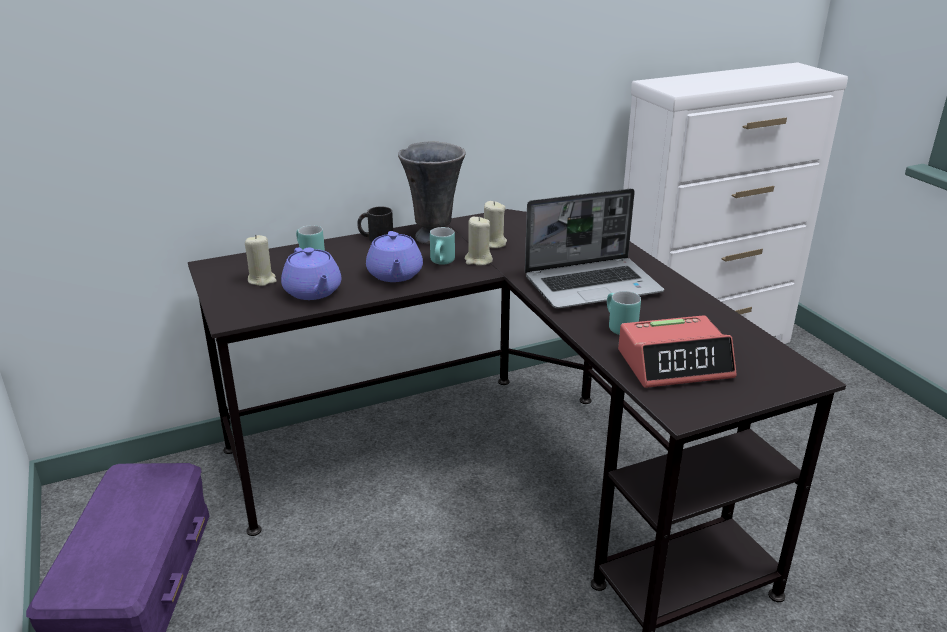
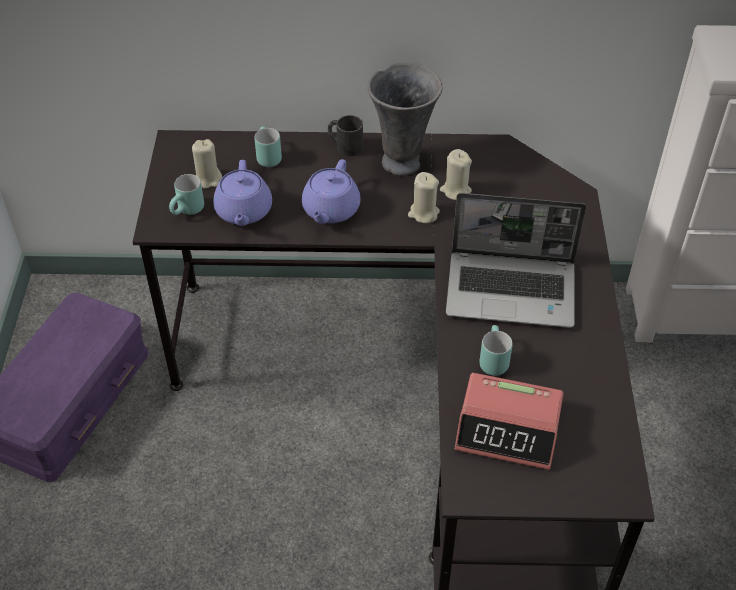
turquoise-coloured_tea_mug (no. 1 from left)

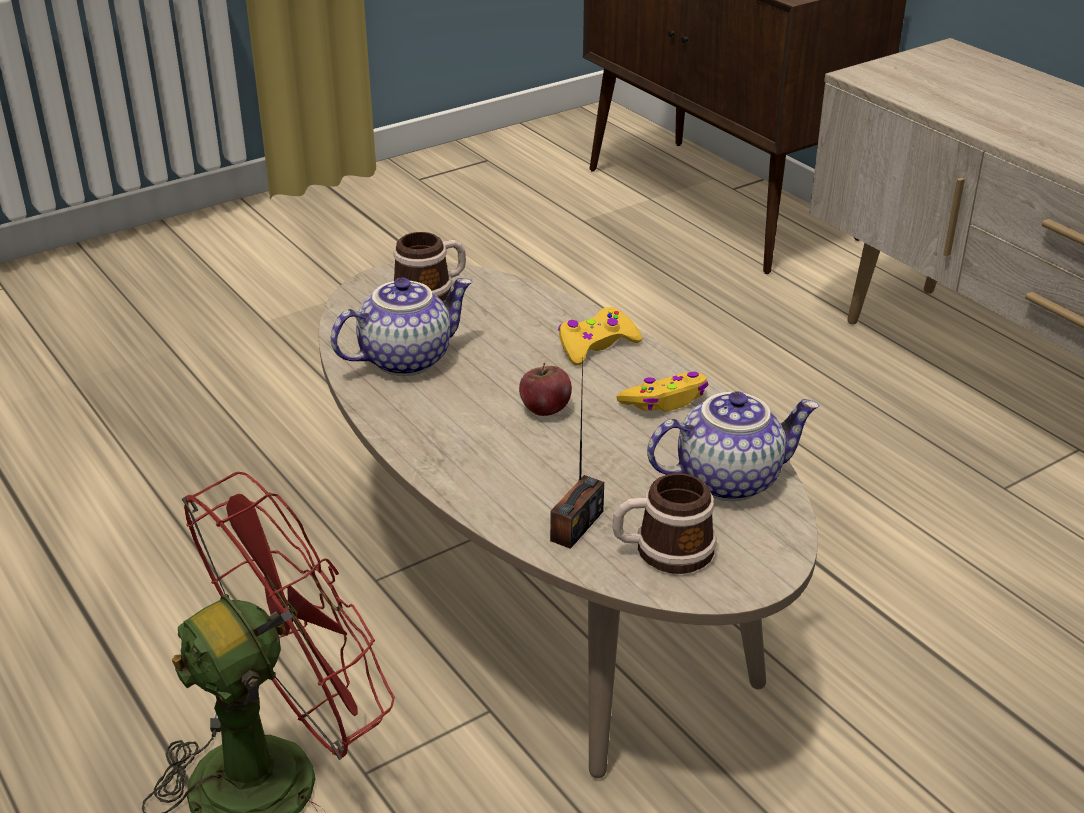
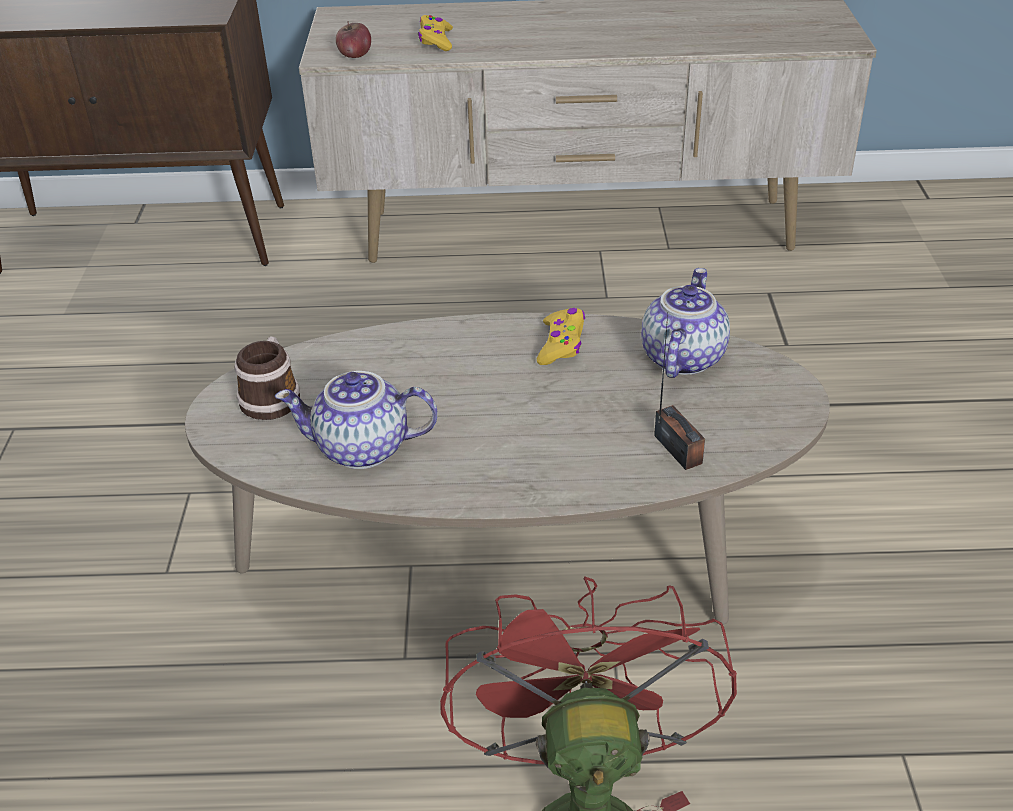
tea_mug (no. 2 from left in the first image)
whole_apple
yellowish_game_controller (no. 1 from left)
teapot (no. 1 from left)

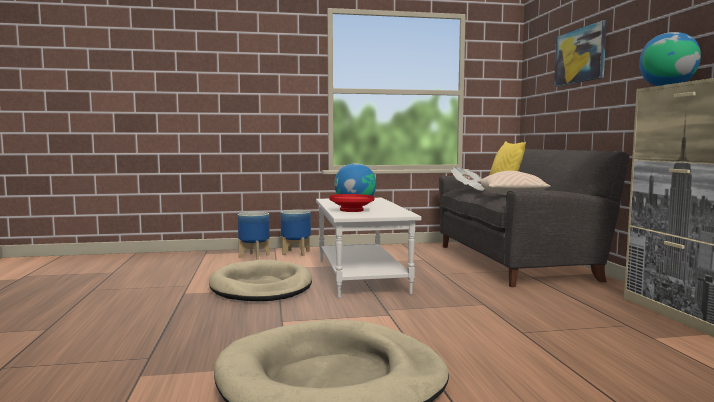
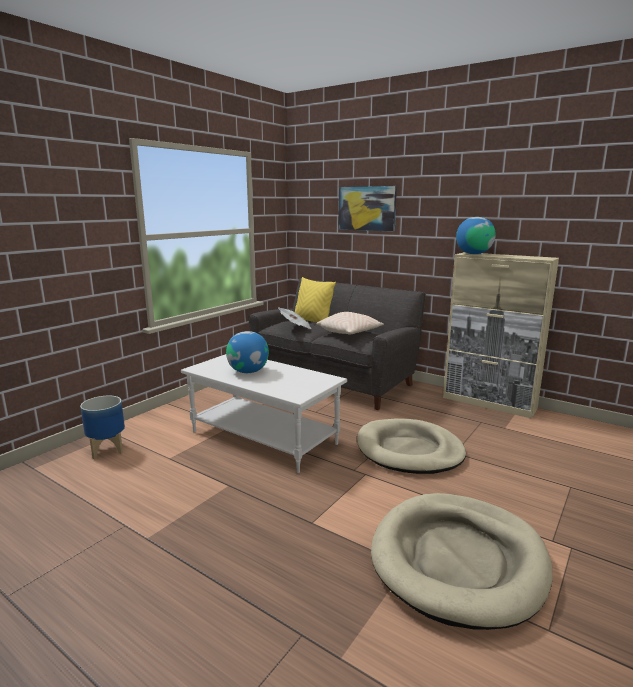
plant_pot (no. 2 from left in the first image)
red_bowl
sand-coloured_dog_cushion (no. 1 from left)

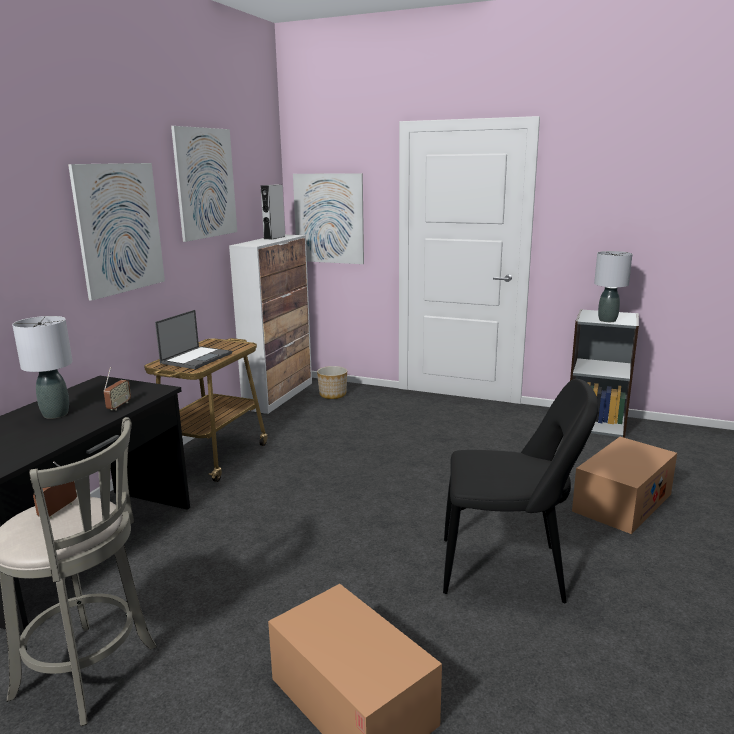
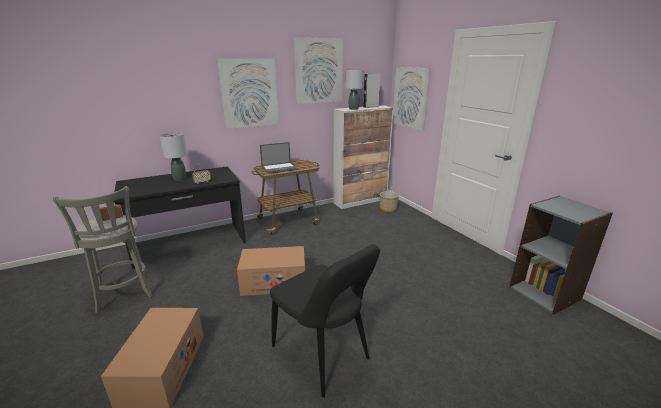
packing_box (no. 2 from left)
grey_lamp_for_a_table (no. 2 from left)

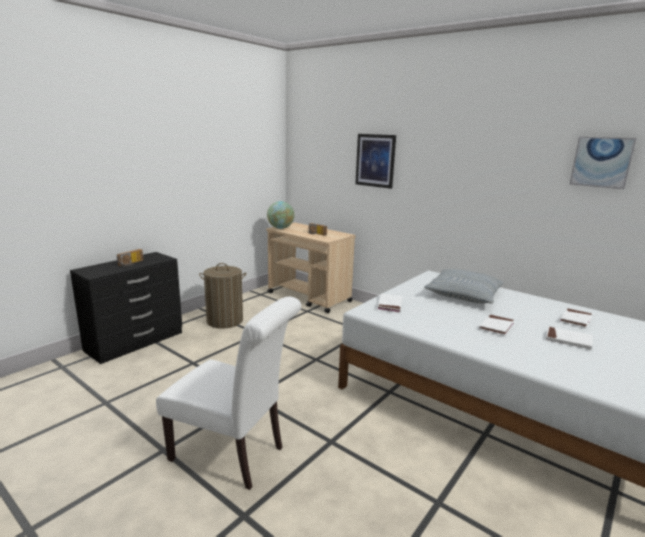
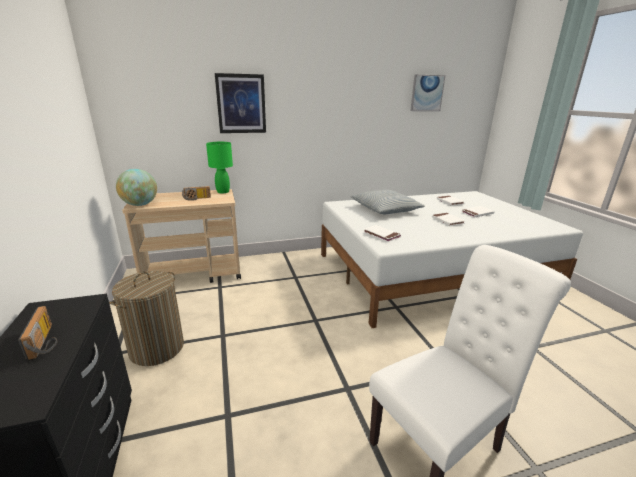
green_lamp_for_a_table

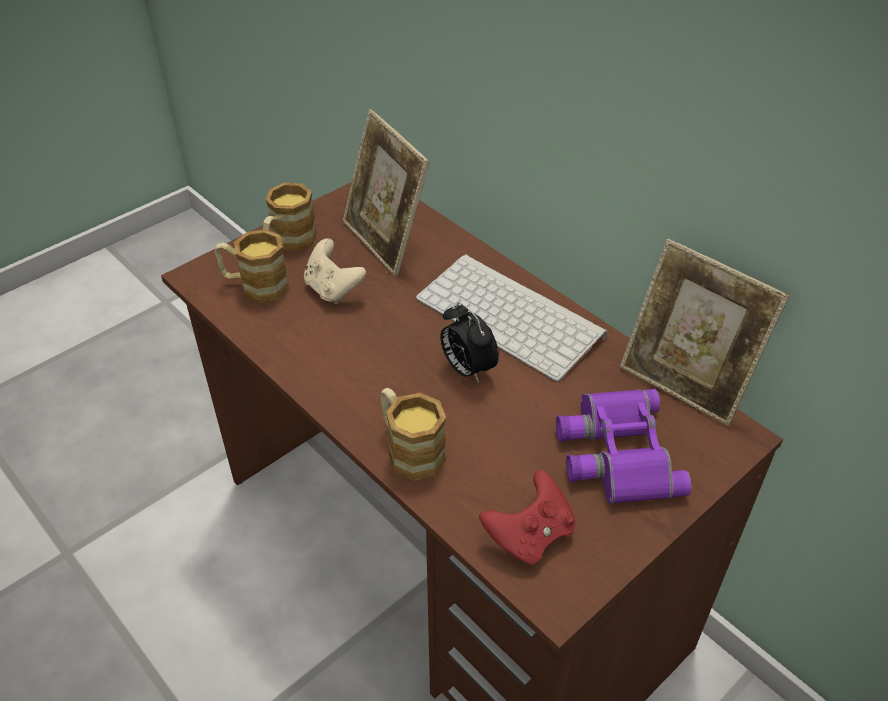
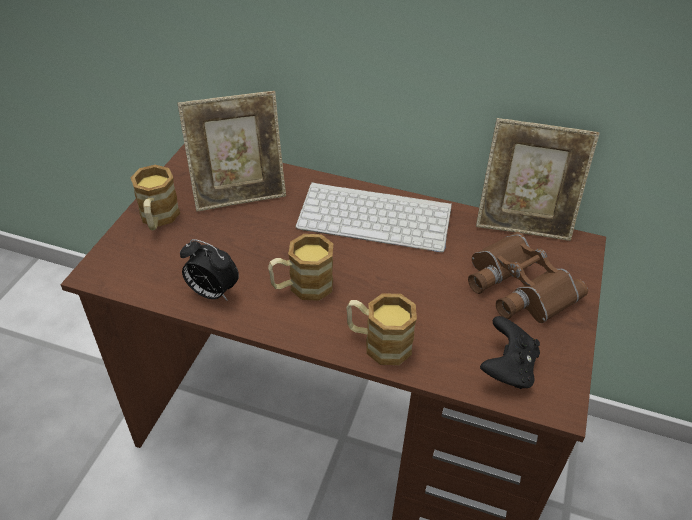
sand-coloured_game_controller
tea_mug (no. 2 from left)
bedside_clock
black_game_controller
brown-coloured_pair_of_binoculars
picture_frame (no. 1 from left)

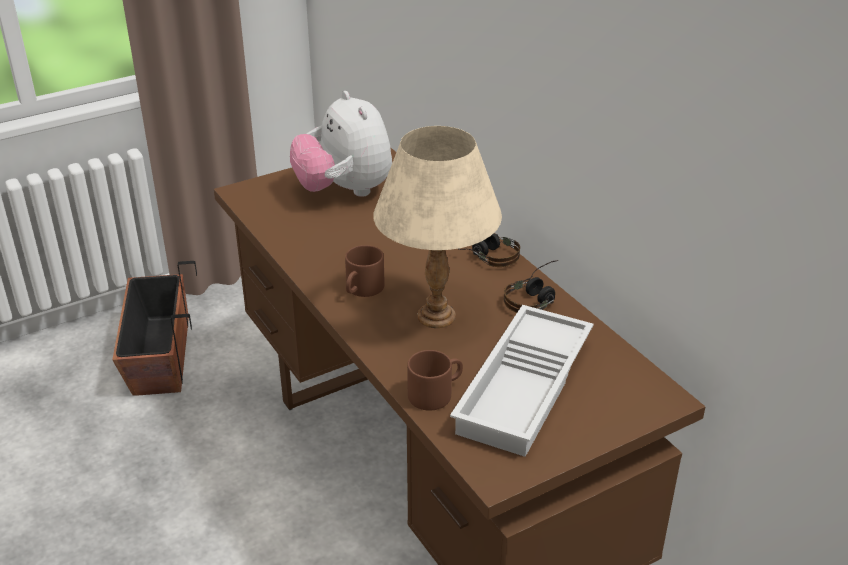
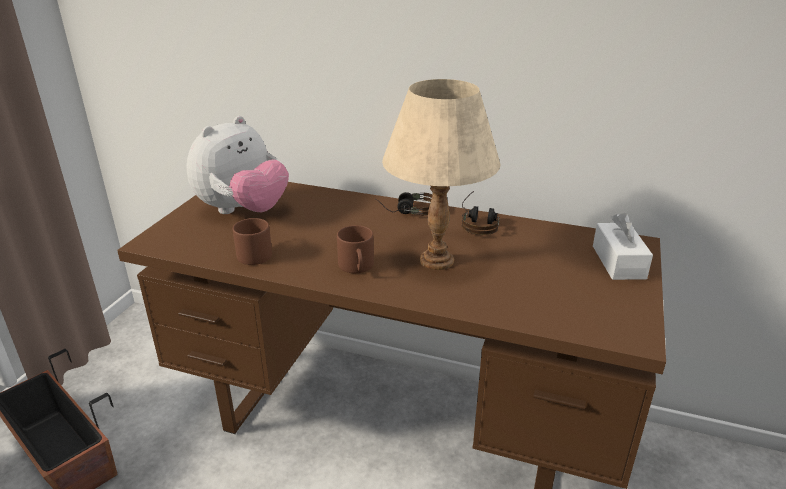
whitish_carrying_tray
whitish_tissue_box
brown-coloured_tea_mug (no. 1 from left)
cuddly_toy

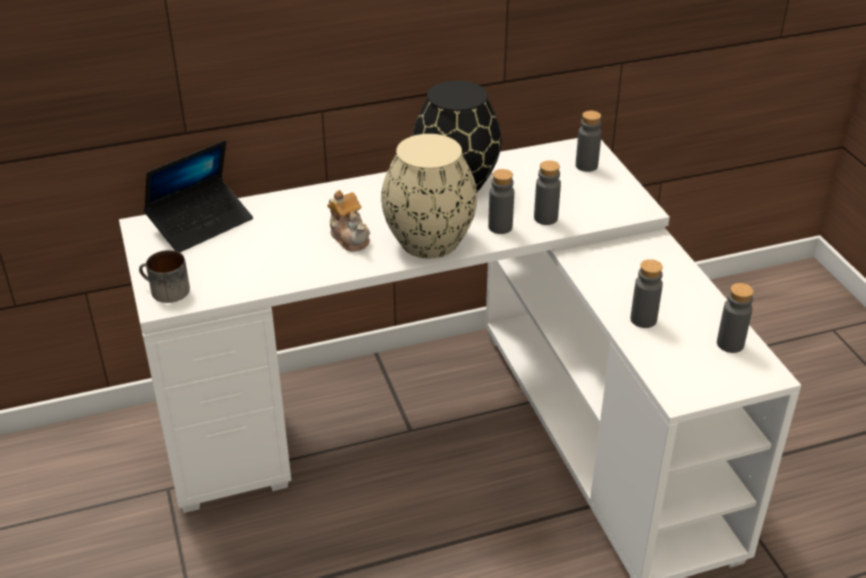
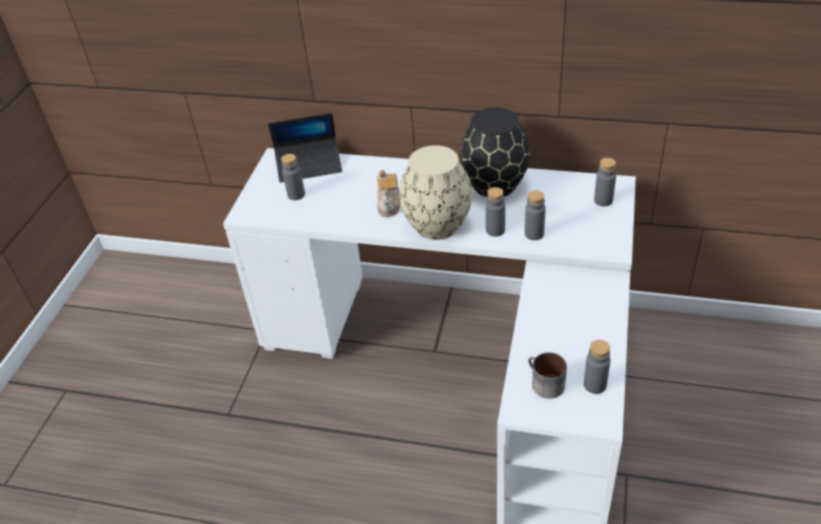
tea_mug
grey_drink_bottle (no. 1 from left)

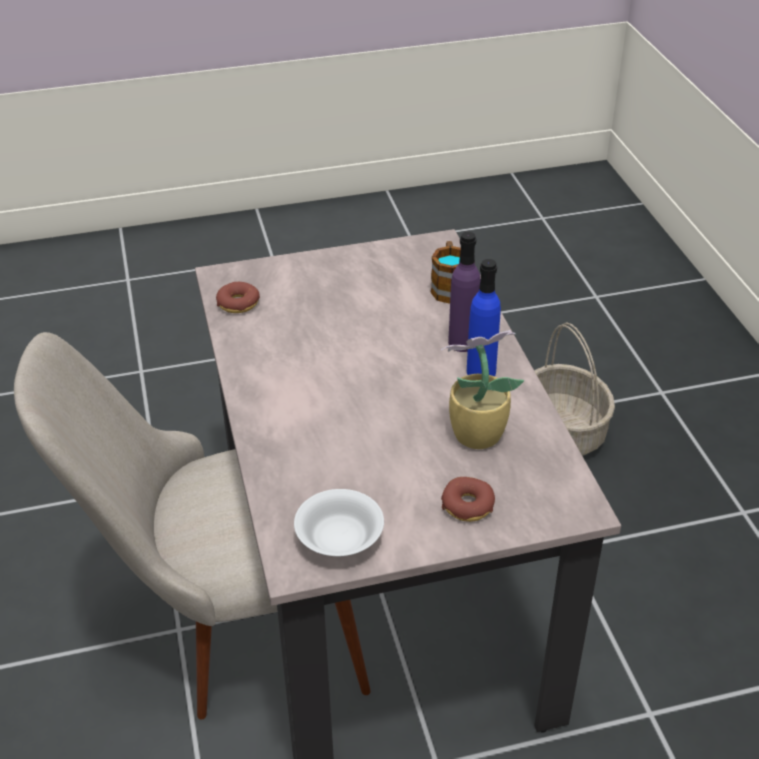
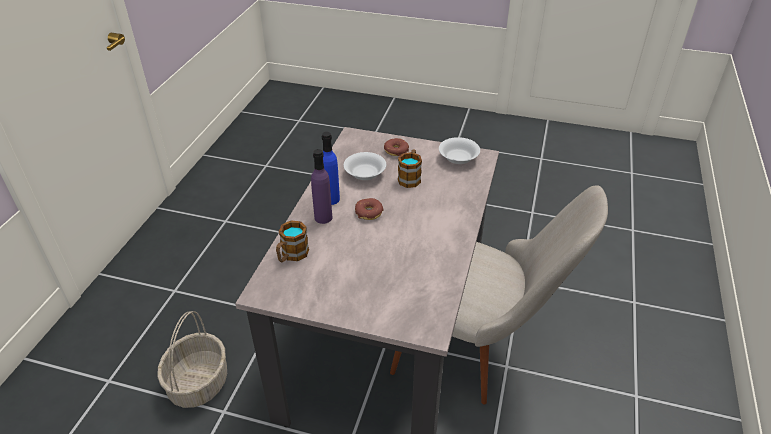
tea_mug (no. 2 from left)
donut (no. 1 from left)
whitish_bowl (no. 1 from left)

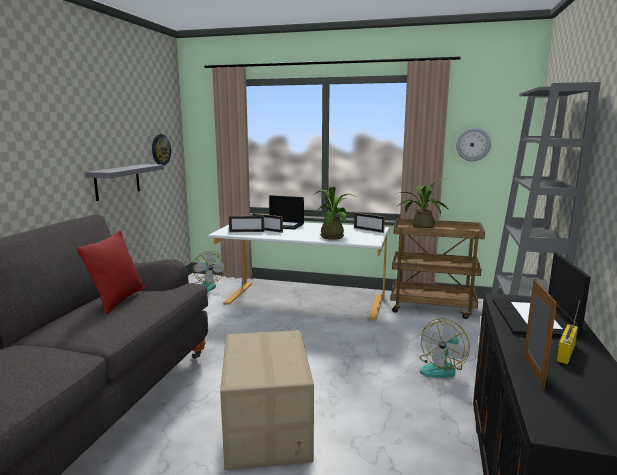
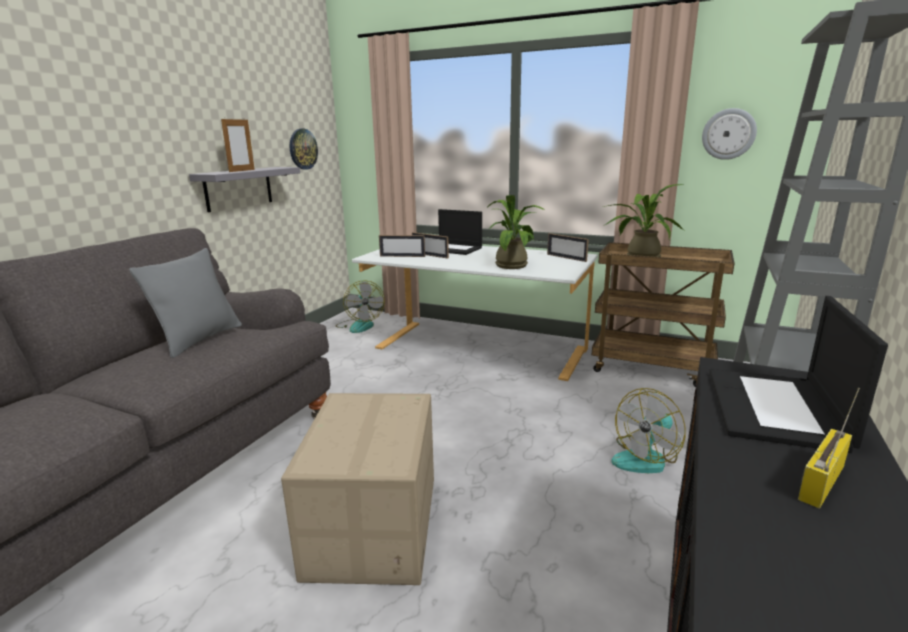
picture_frame (no. 1 from left)
grey_pillow

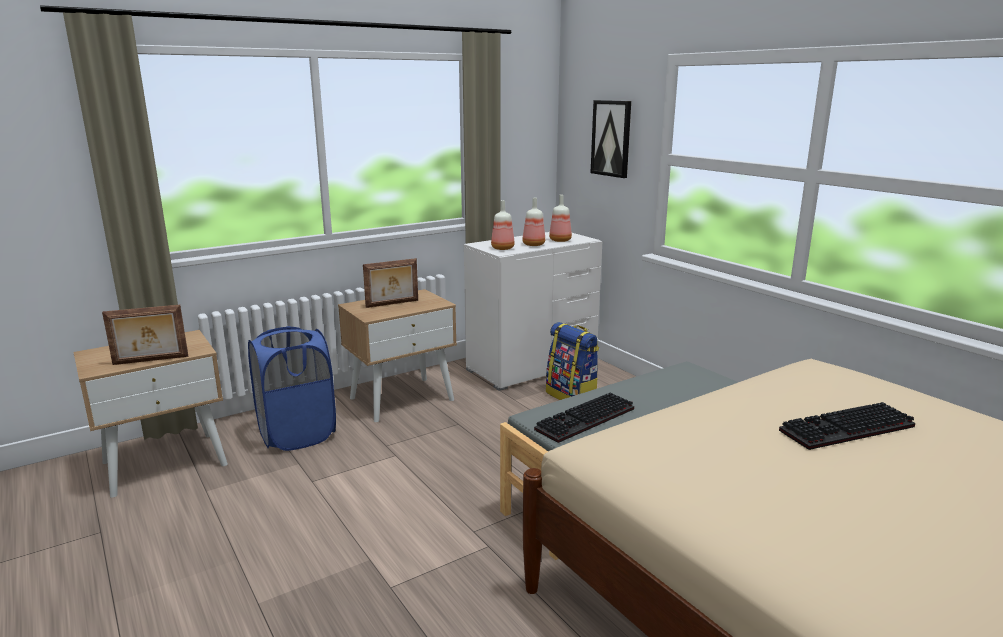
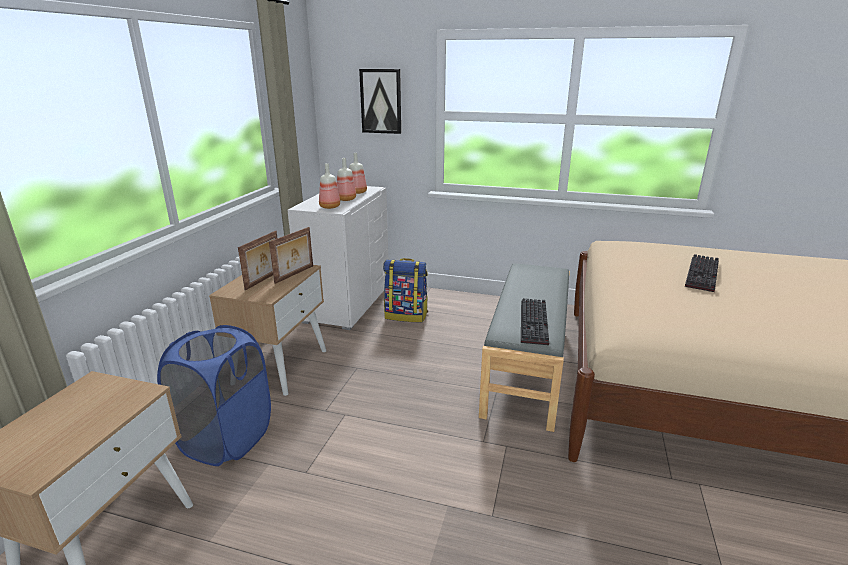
picture_frame (no. 2 from left)

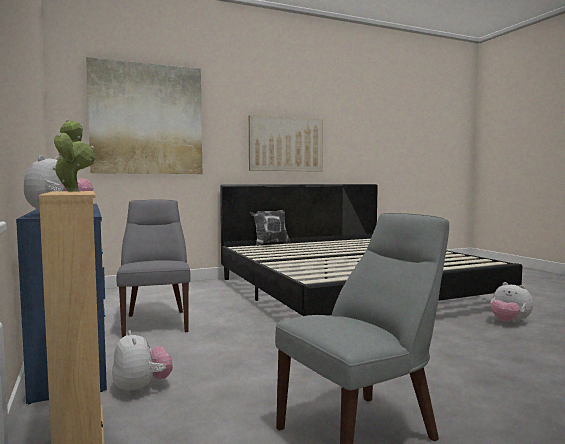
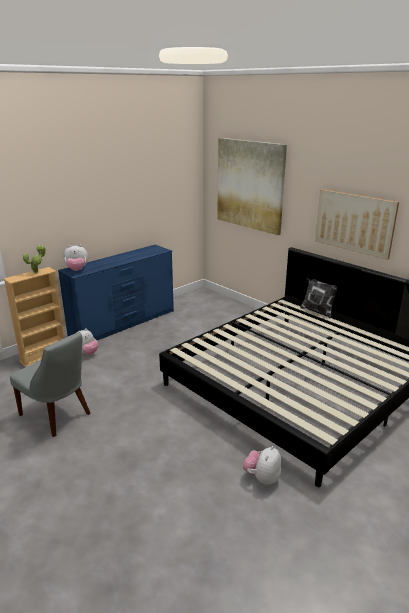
grey_plain_chair (no. 1 from left in the first image)

